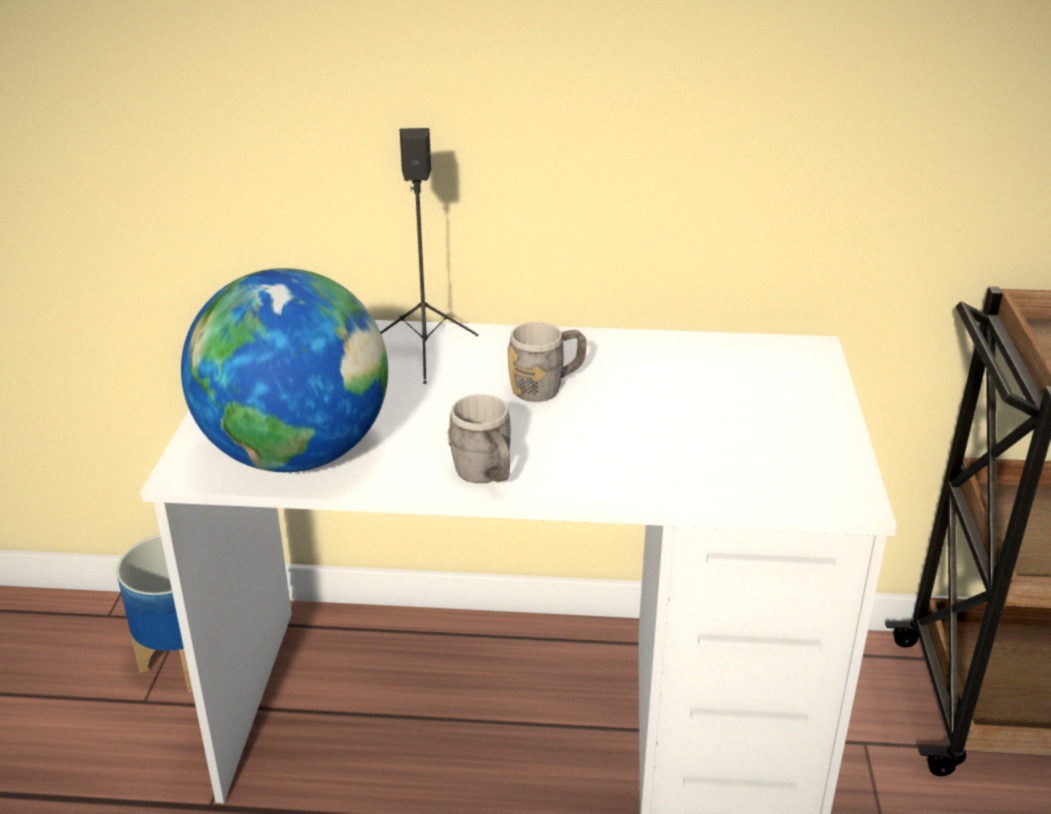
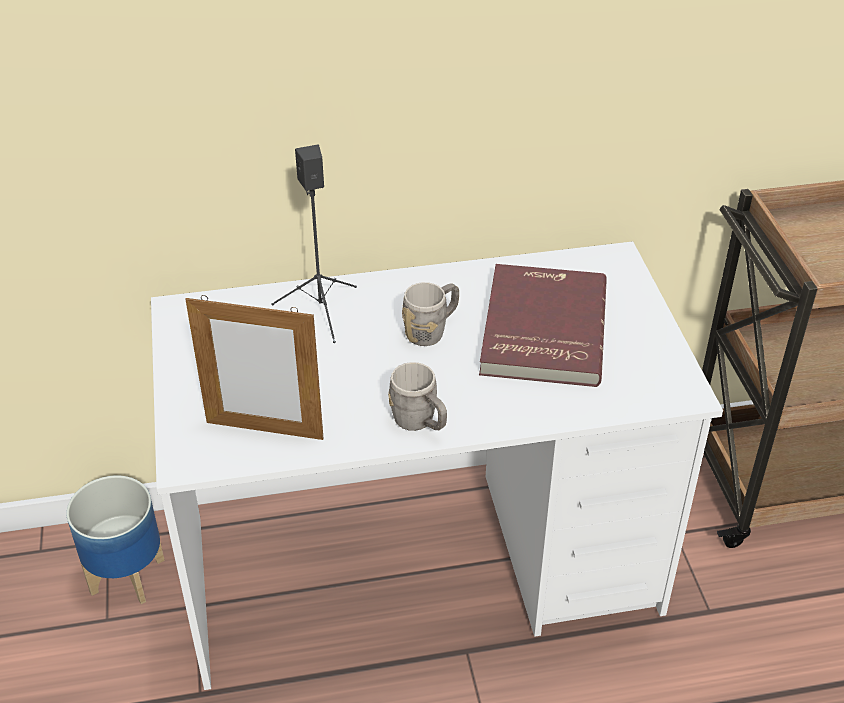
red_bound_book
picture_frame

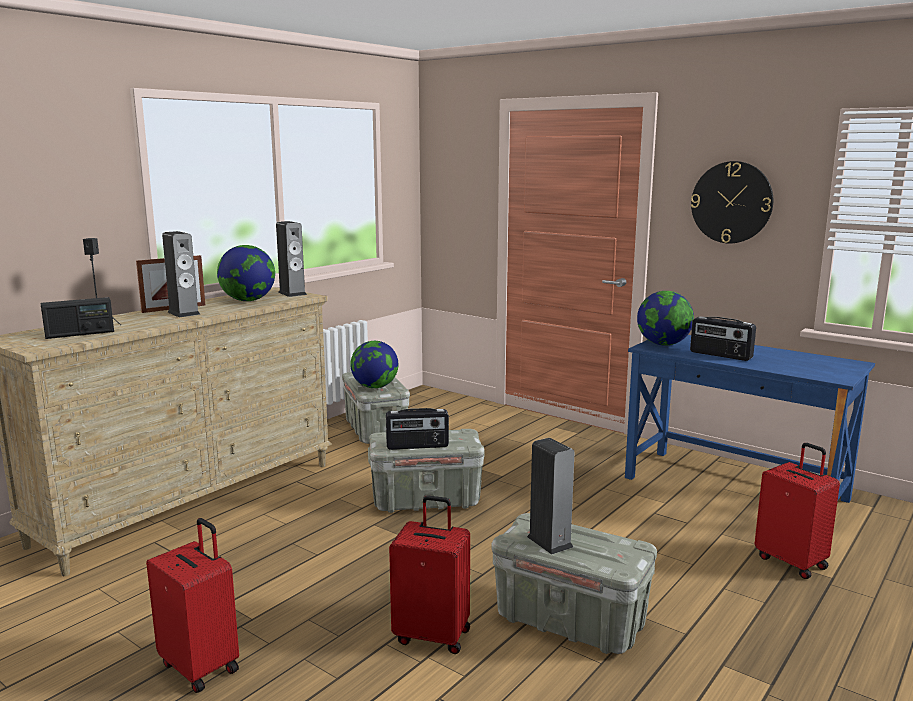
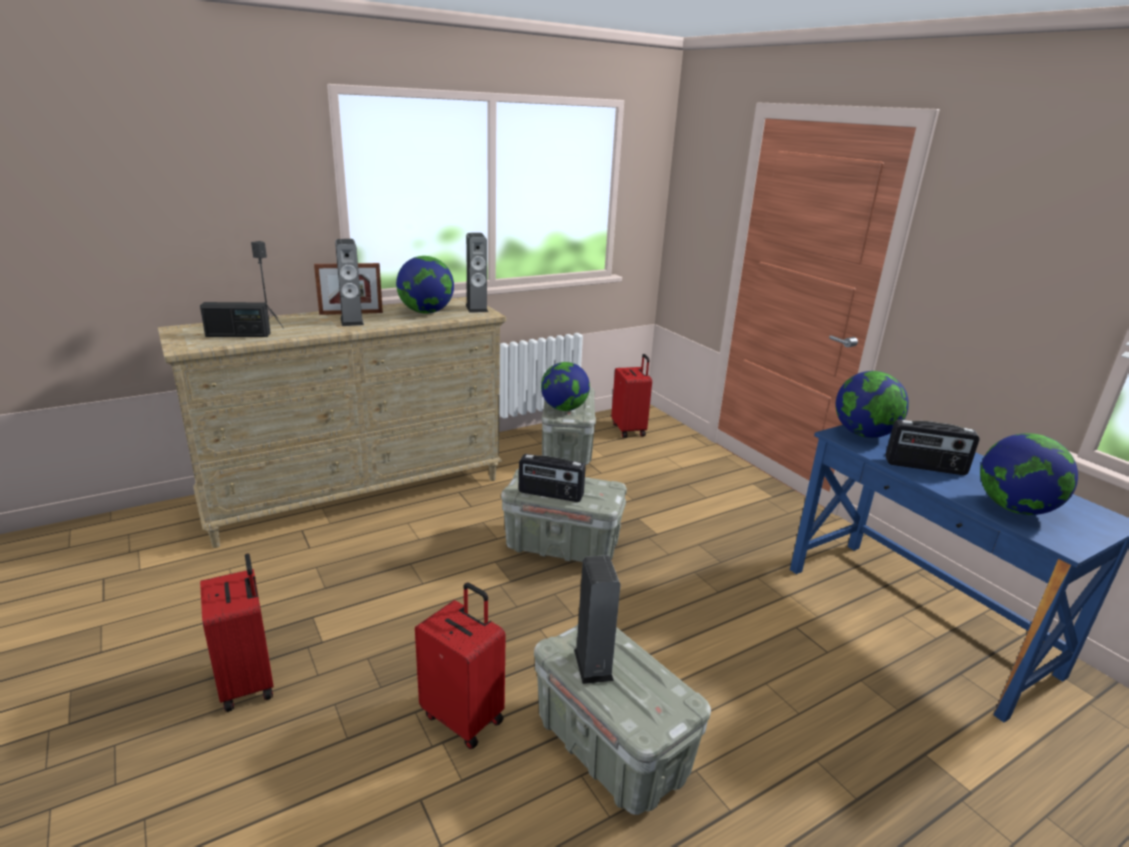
wall_clock
desk_globe (no. 4 from left)
red_piece_of_luggage (no. 3 from left)
radio (no. 3 from left)

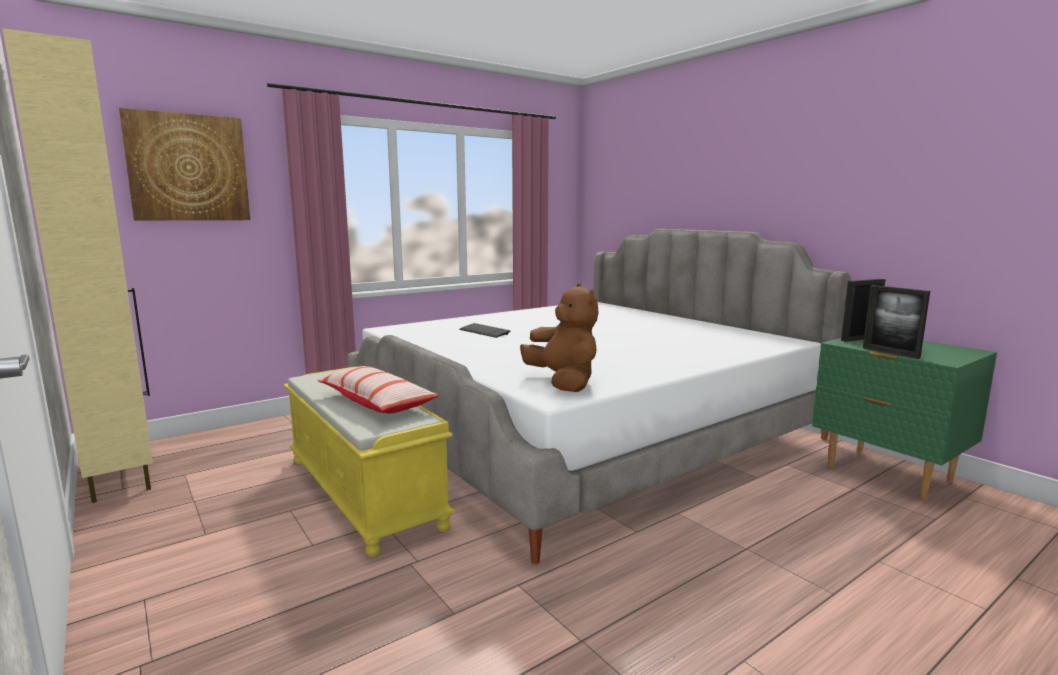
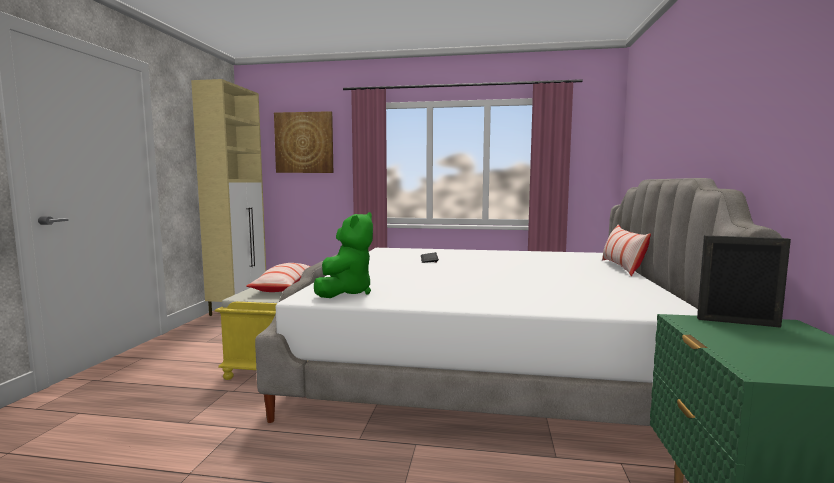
picture_frame (no. 2 from left in the first image)
pillow (no. 2 from left)
green_cuddly_toy

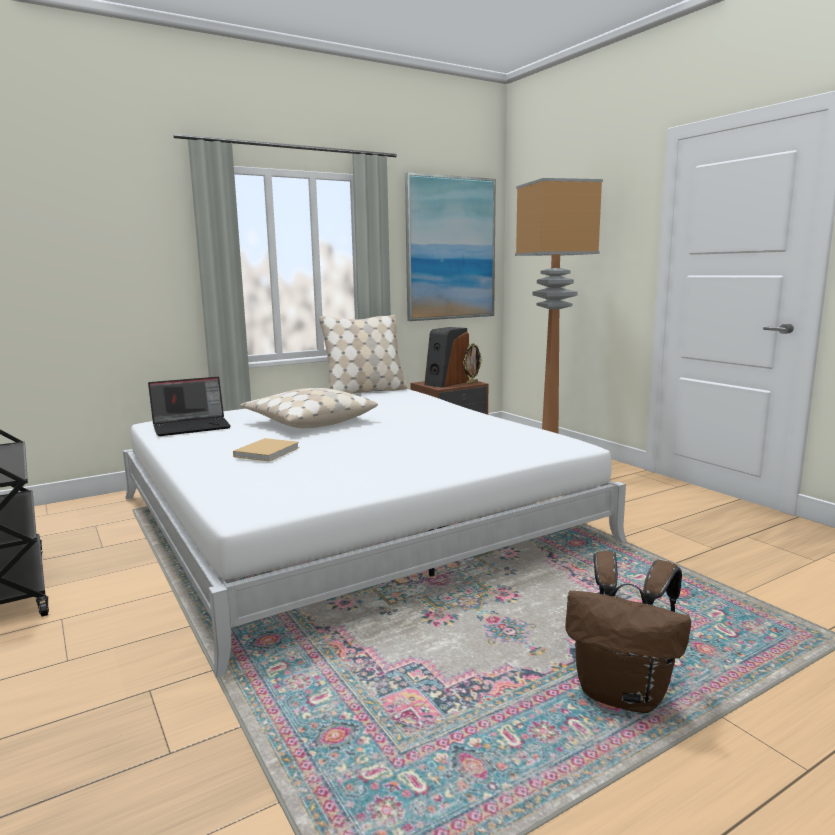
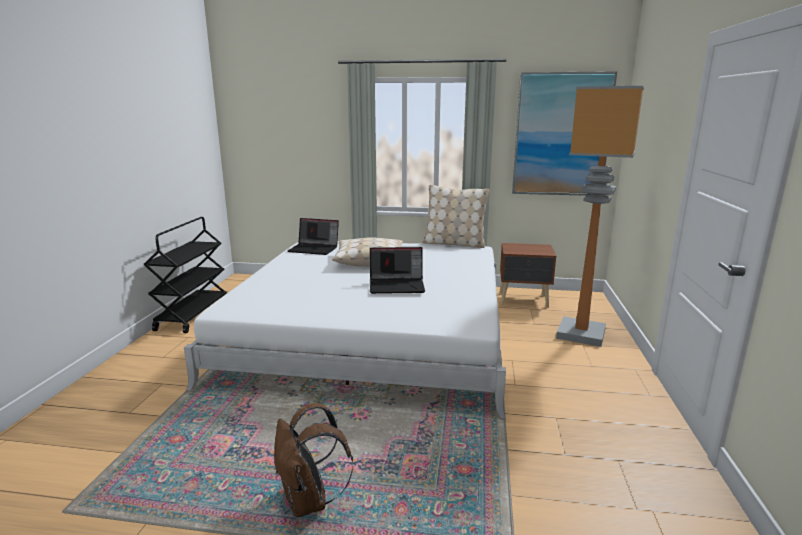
sand-coloured_bound_book
audio_speaker
picture_frame
portable_computer (no. 2 from left)

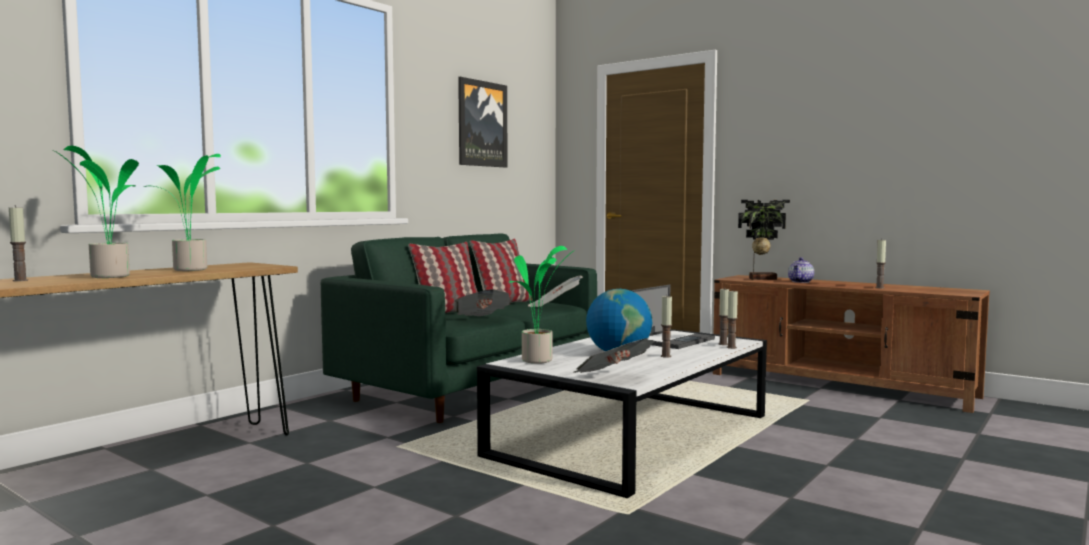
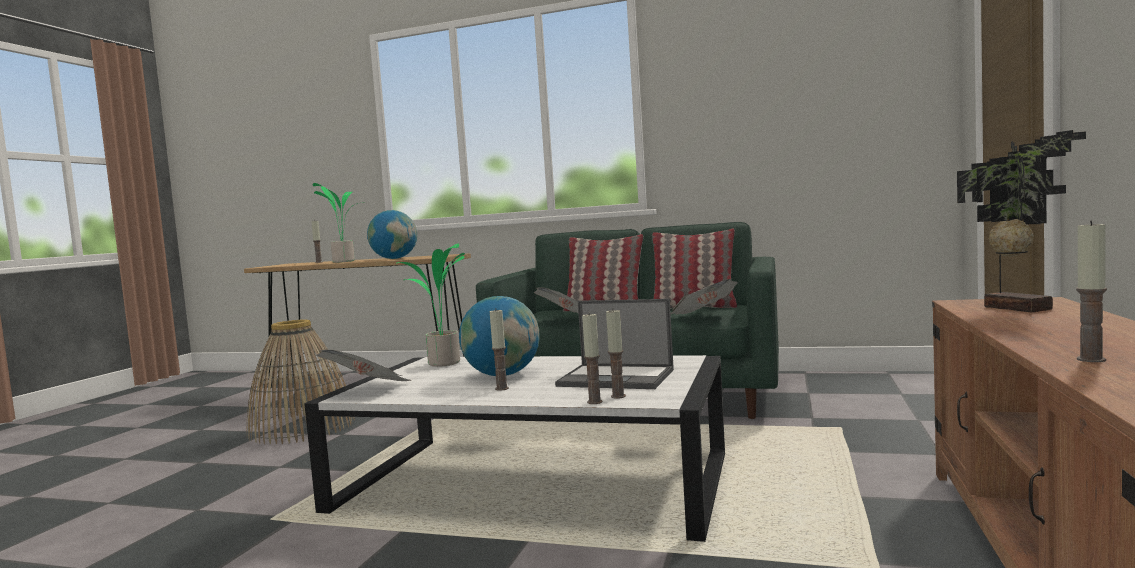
wall_picture
teapot
storage_basket
desk_globe (no. 1 from left)

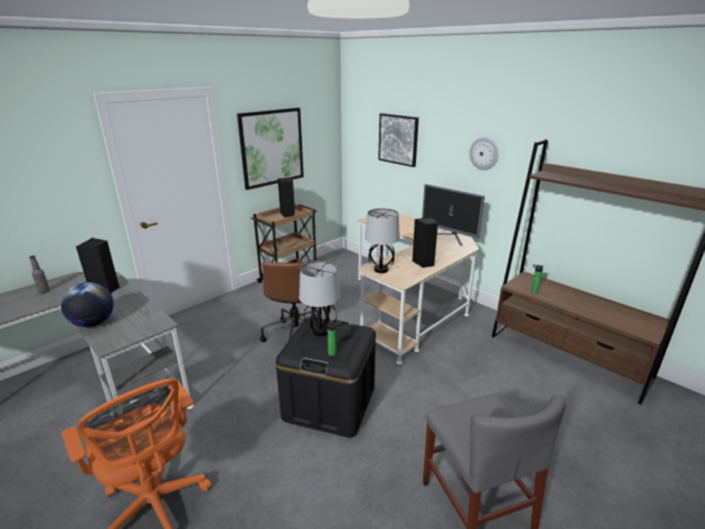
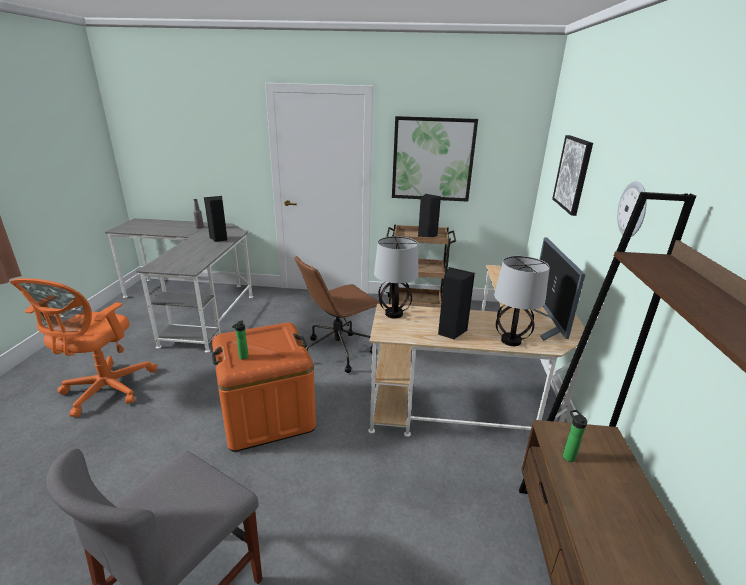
desk_globe
lamp_for_a_table (no. 2 from left)
orange_storage_container

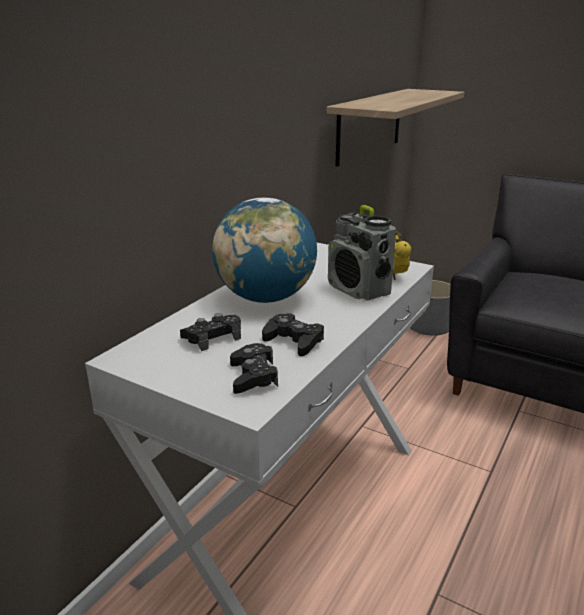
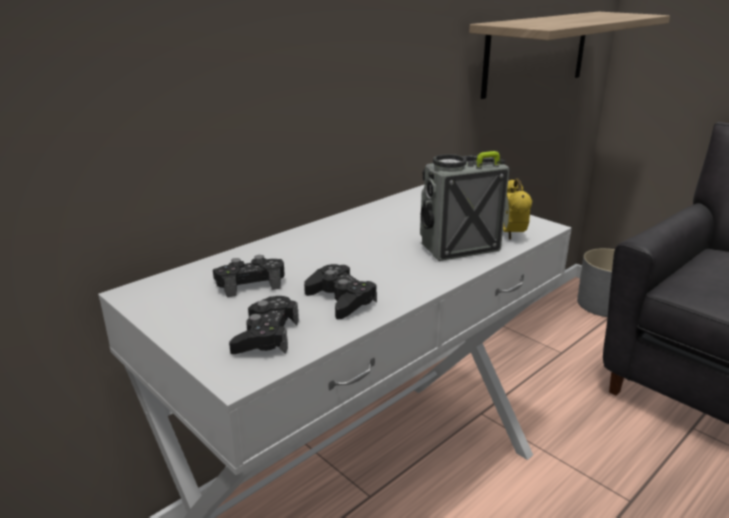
desk_globe
radio

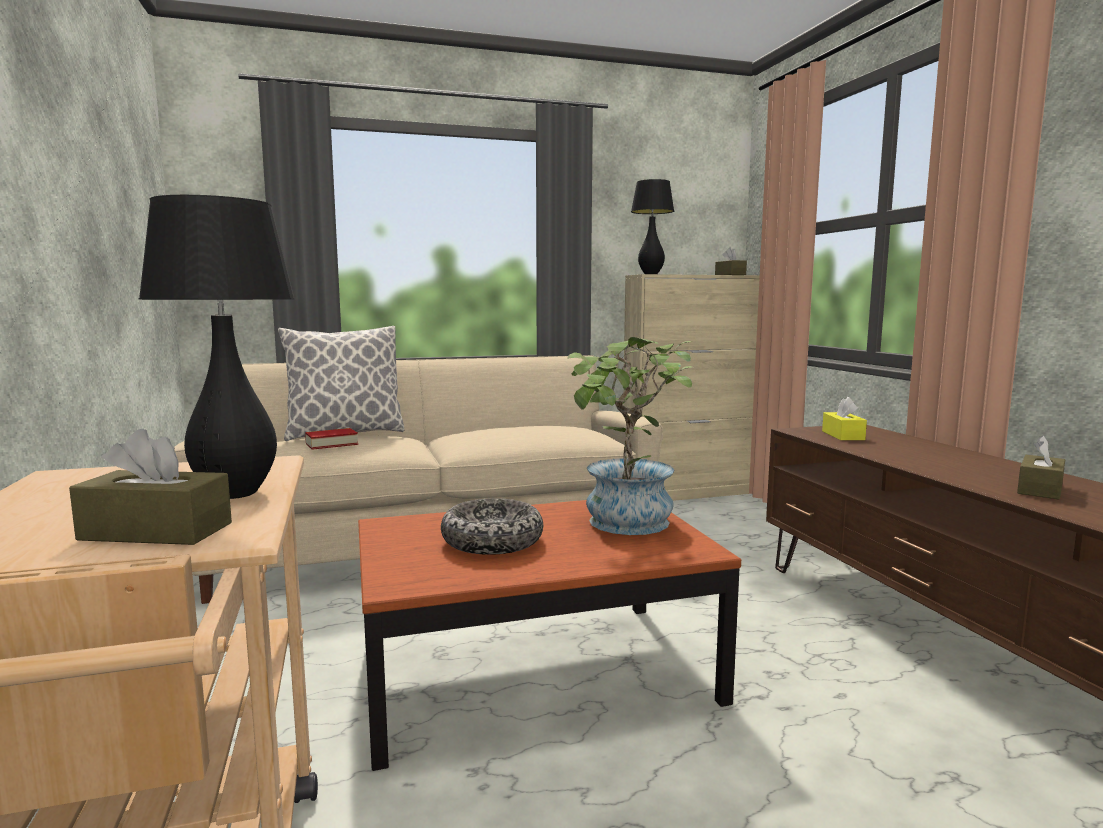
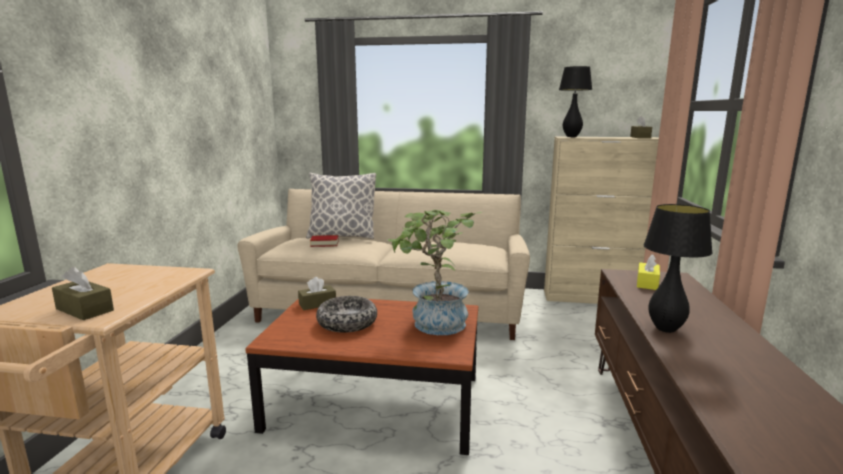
black_lamp_for_a_table (no. 2 from left)
brown-coloured_tissue_box (no. 2 from left)

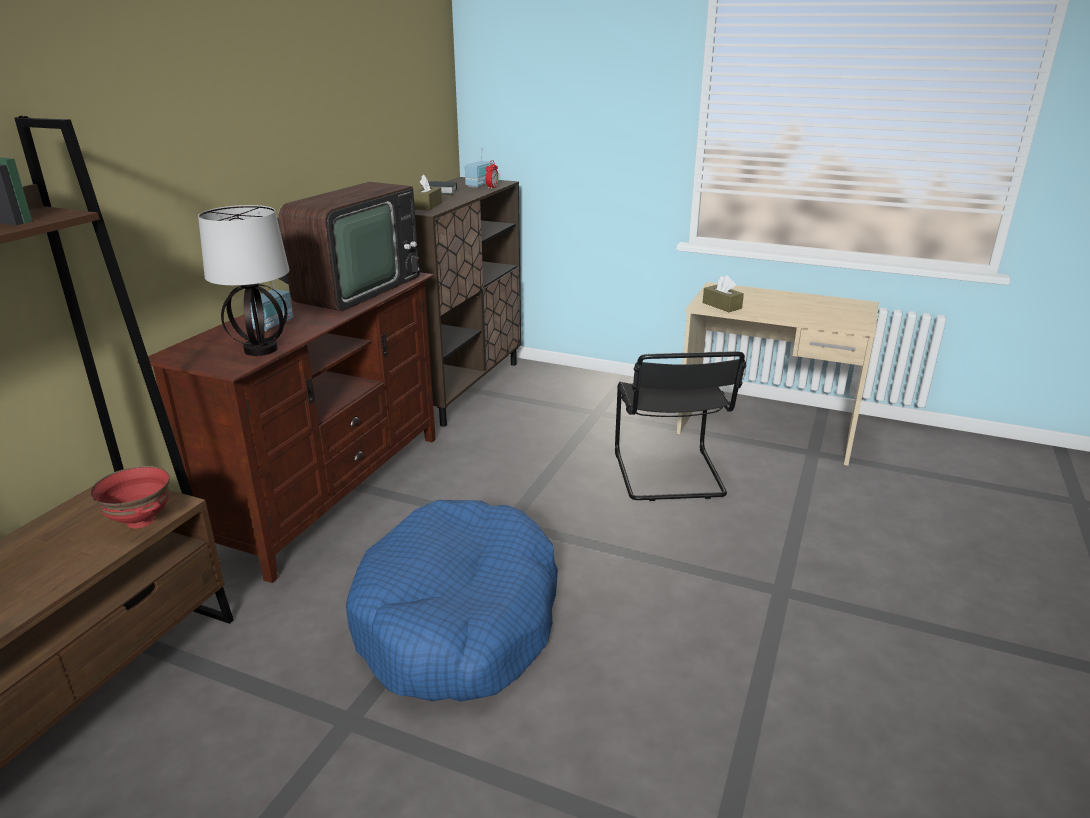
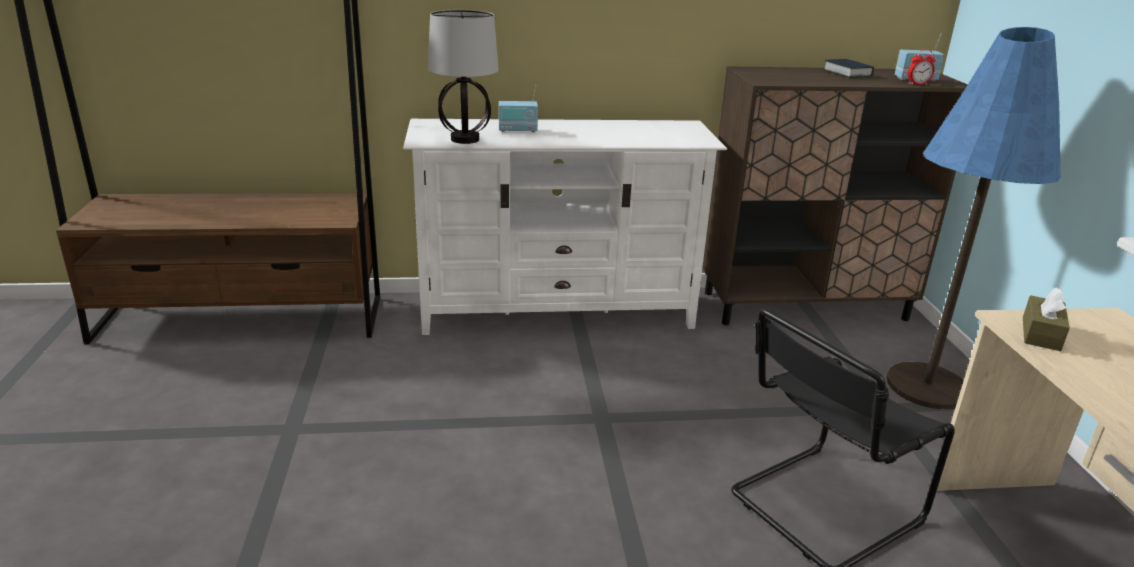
red_bowl
TV
bluish_dog_cushion
brown-coloured_tissue_box (no. 1 from left in the first image)
bluish_floor_lamp
whitish_tv_stand

